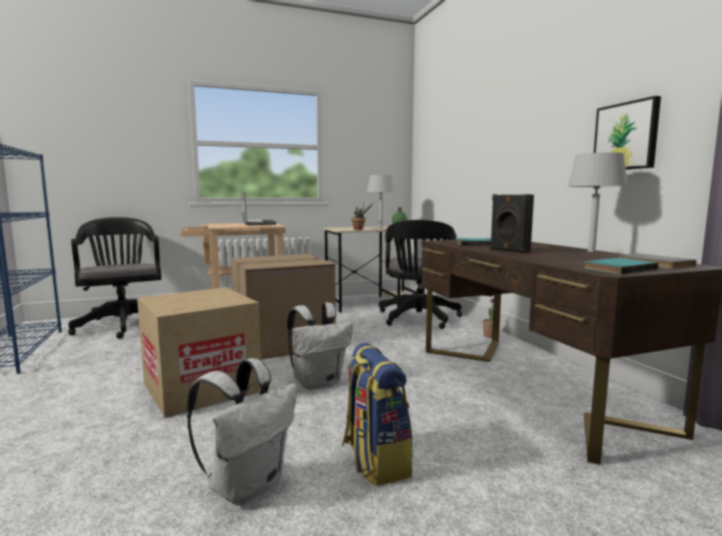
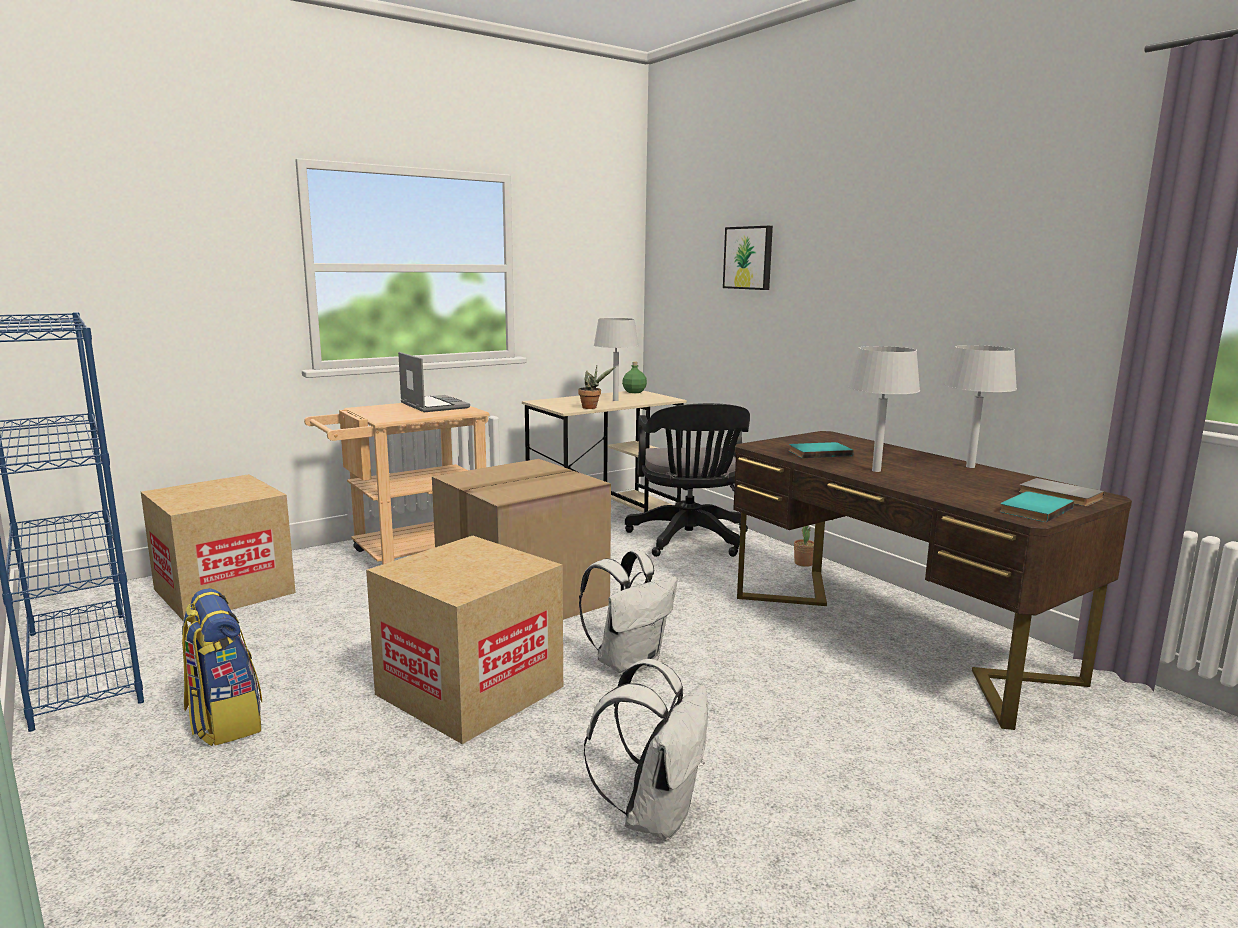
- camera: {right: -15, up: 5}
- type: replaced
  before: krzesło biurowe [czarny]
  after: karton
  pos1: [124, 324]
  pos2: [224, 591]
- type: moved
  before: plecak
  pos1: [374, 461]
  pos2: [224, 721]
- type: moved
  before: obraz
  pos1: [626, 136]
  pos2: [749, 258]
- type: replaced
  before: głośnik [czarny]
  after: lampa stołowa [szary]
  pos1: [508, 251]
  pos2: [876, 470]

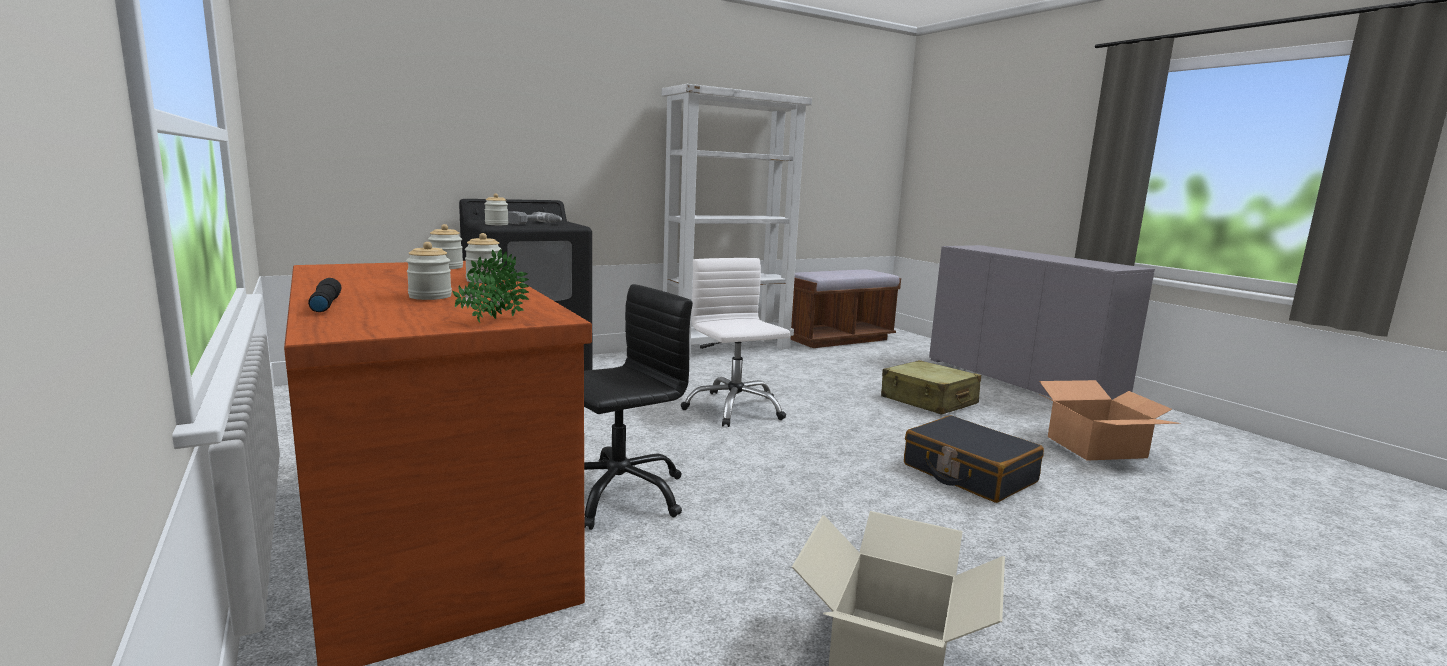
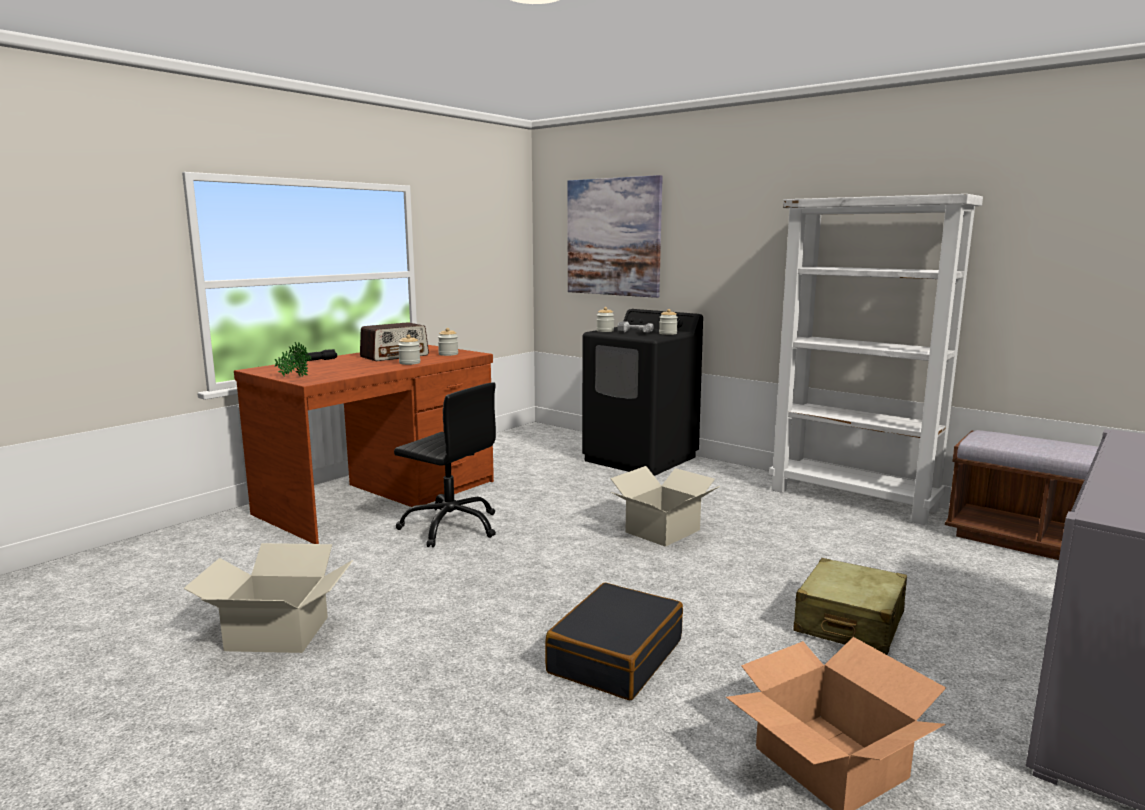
- camera: {right: 70, up: 0}
- type: added
  after: radio
  pos2: [395, 356]
- type: added
  after: obraz
  pos2: [613, 237]
- type: replaced
  before: krzesło biurowe [biały]
  after: karton
  pos1: [734, 409]
  pos2: [663, 531]
- type: moved
  before: słoik
  pos1: [430, 296]
  pos2: [668, 333]

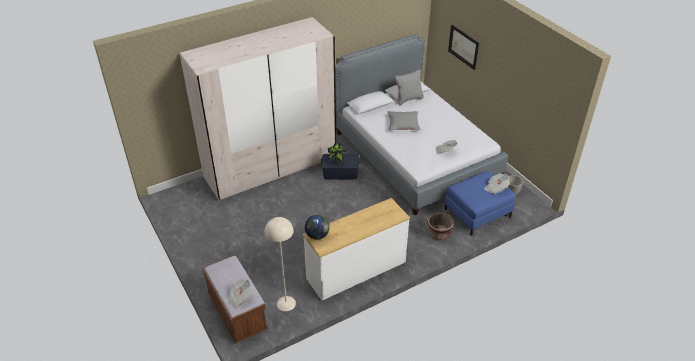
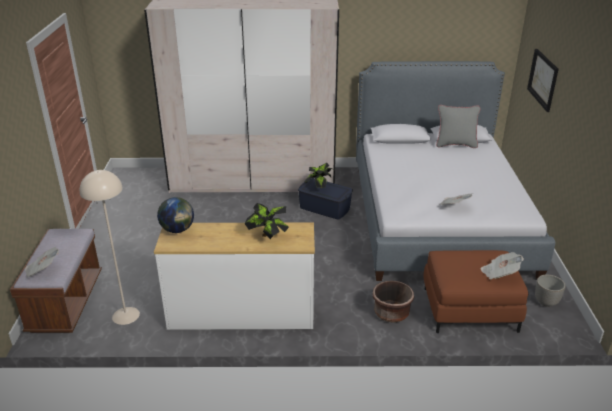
- camera: {right: 30, up: -10}
- type: added
  after: roślina doniczkowa
  pos2: [268, 237]
- type: recoloured
  before: pufa [niebieski]
  after: pufa [brązowy]
  pos1: [477, 213]
  pos2: [469, 309]
- type: removed
  before: poduszka [szary]
  pos1: [403, 123]

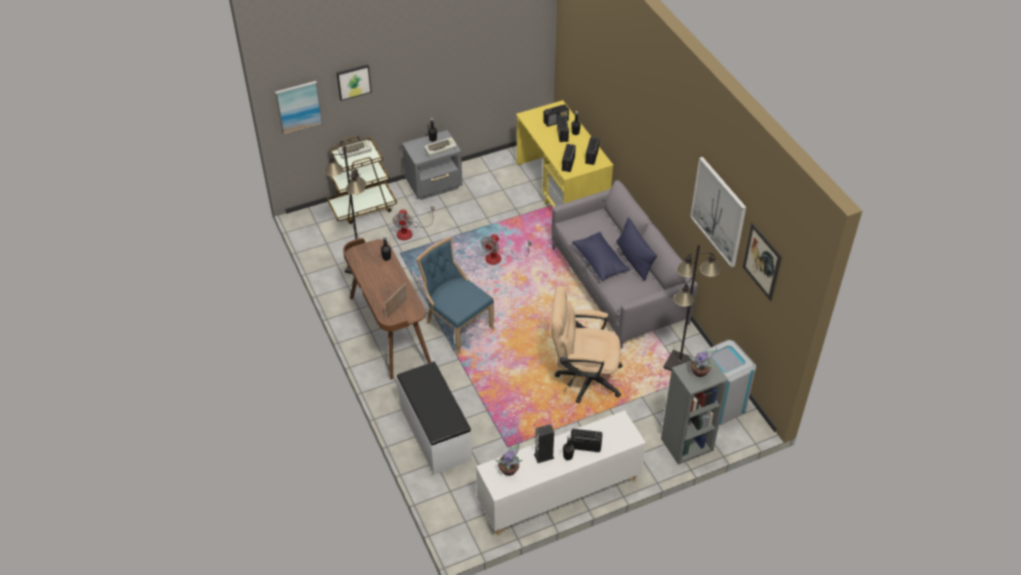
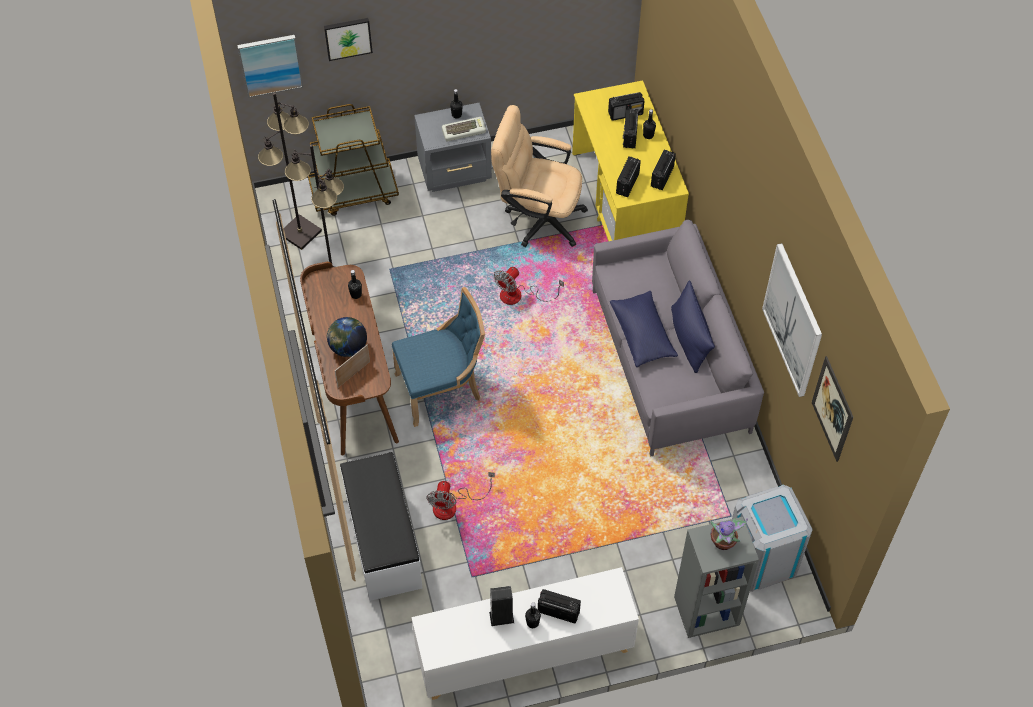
- camera: {right: 10, up: 10}
- type: moved
  before: lampa stojąca [czarny]
  pos1: [679, 364]
  pos2: [300, 233]
- type: added
  after: globus
  pos2: [348, 348]
- type: turned
  before: krzesło [niebieski]
  pos1: [456, 325]
  pos2: [442, 389]
  turn: 105
- type: moved
  before: wentylator
  pos1: [409, 232]
  pos2: [452, 505]
- type: moved
  before: krzesło biurowe [beżowy]
  pos1: [583, 378]
  pos2: [538, 218]
- type: removed
  before: klawiatura
  pos1: [355, 151]
- type: removed
  before: roślina doniczkowa
  pos1: [509, 470]

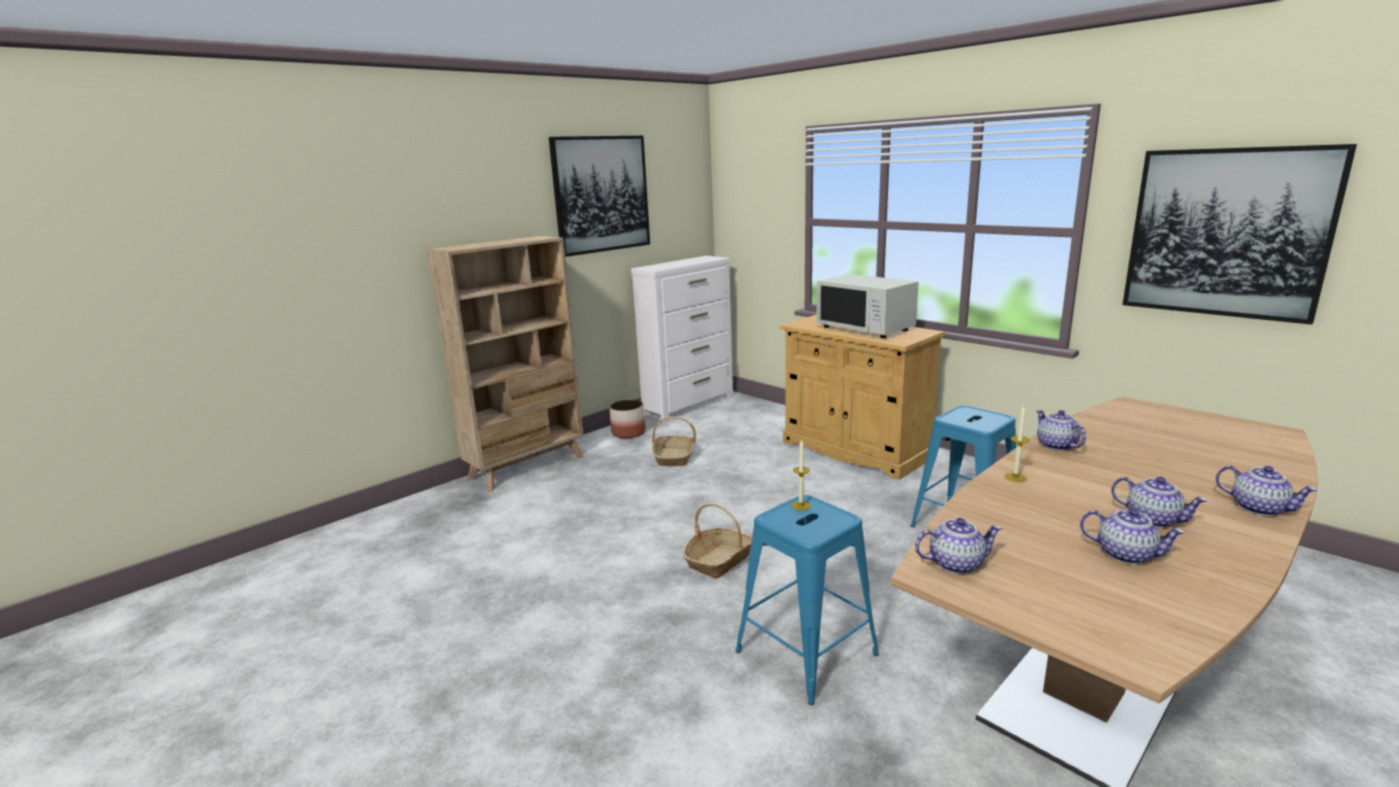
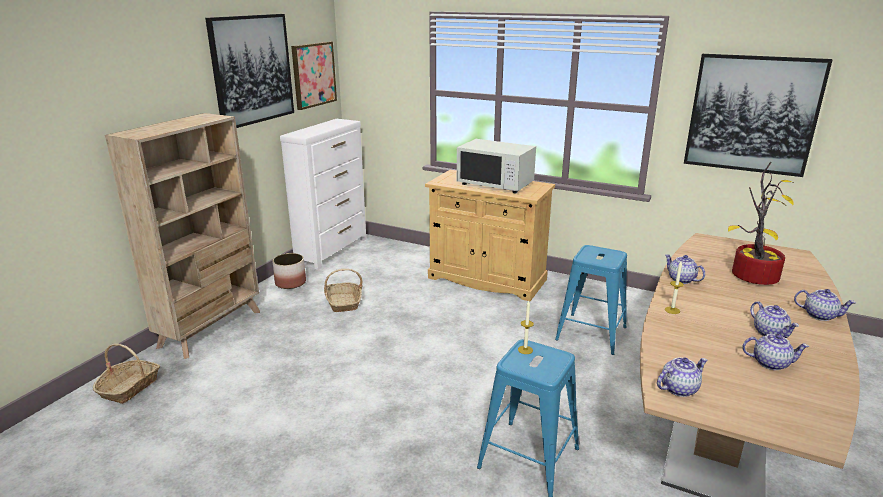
- camera: {right: -20, up: 5}
- type: moved
  before: koszyk
  pos1: [719, 560]
  pos2: [130, 387]
- type: added
  after: obraz
  pos2: [313, 74]
- type: added
  after: roślina doniczkowa
  pos2: [752, 275]
- type: turned
  before: imbryk
  pos1: [1153, 519]
  pos2: [770, 333]
  turn: 45

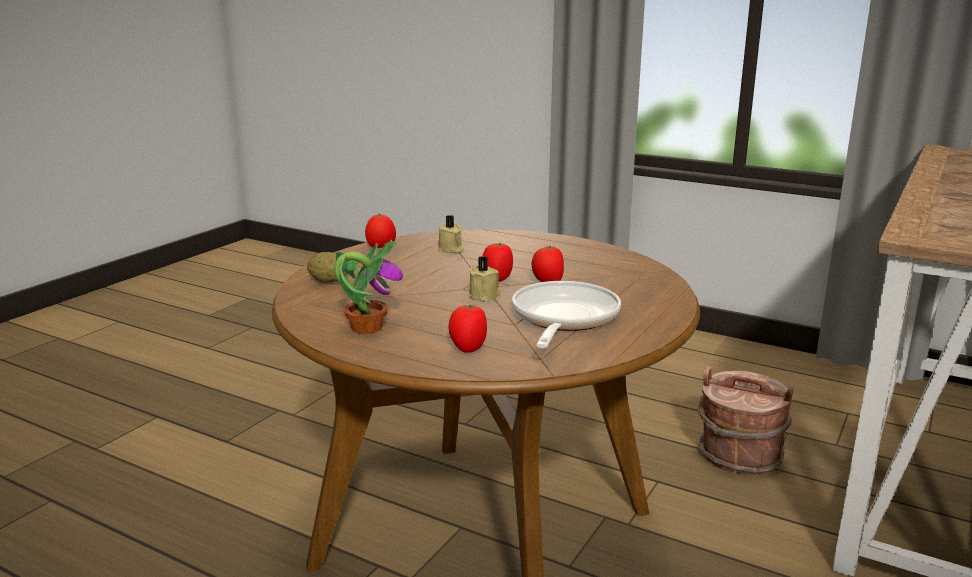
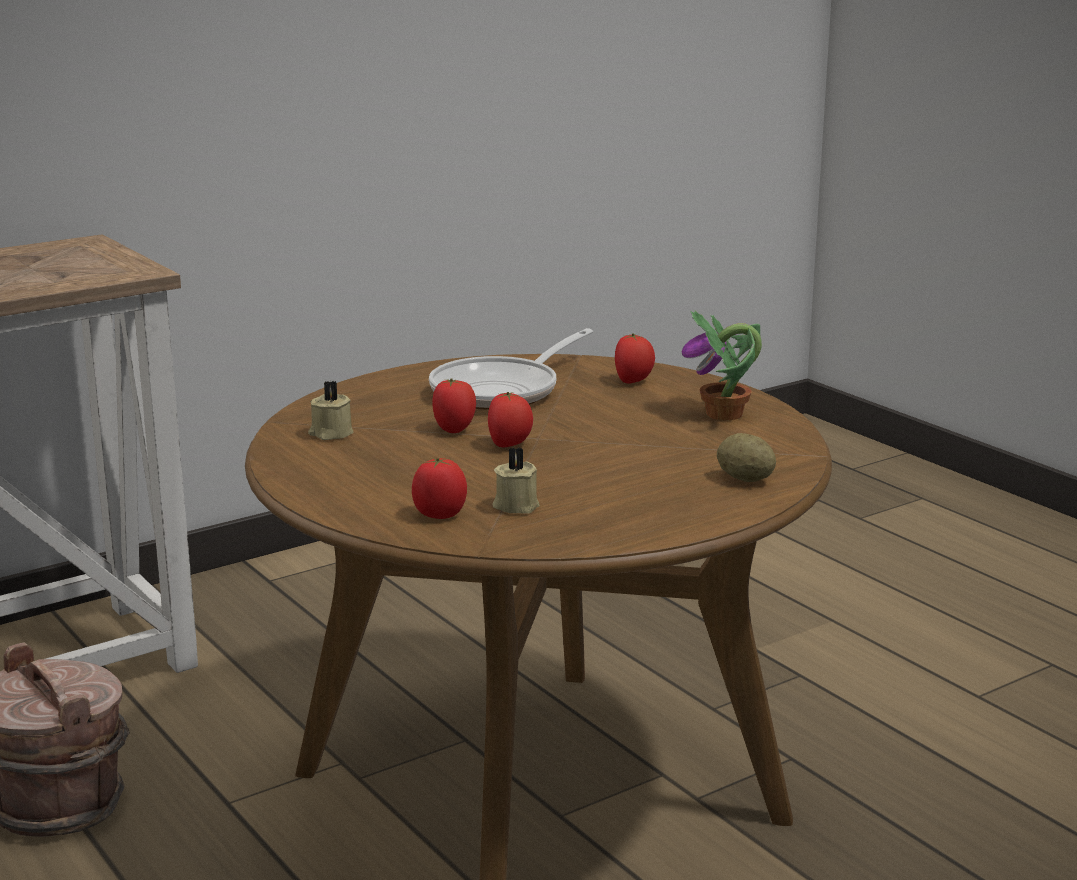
- camera: {right: -155, up: 0}
- type: moved
  before: świeca [beżowy]
  pos1: [484, 296]
  pos2: [330, 433]
- type: moved
  before: pomidor
  pos1: [381, 247]
  pos2: [439, 515]

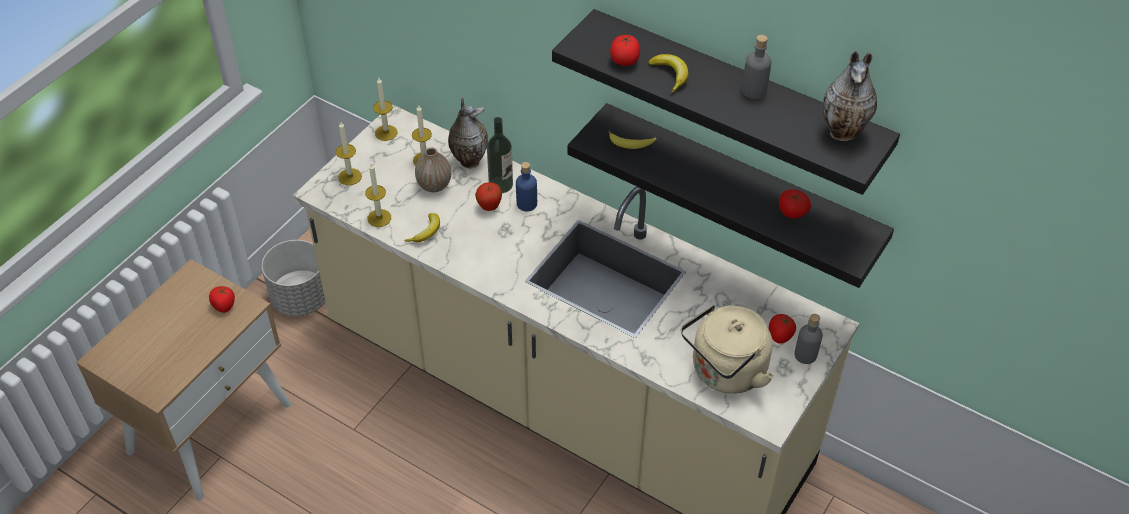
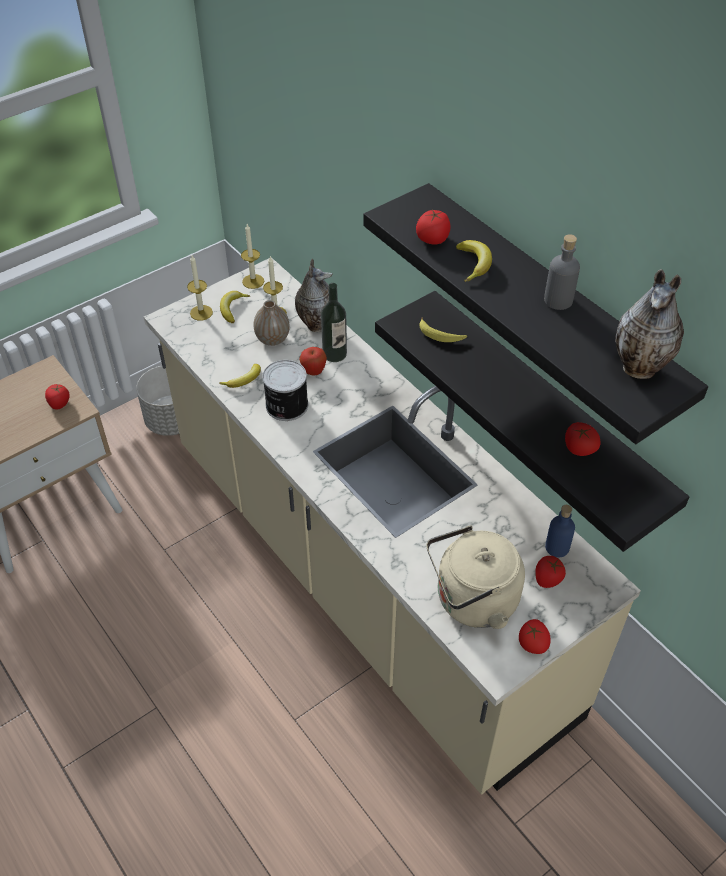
- camera: {right: 20, up: 0}
- type: added
  after: banan
  pos2: [232, 308]
- type: added
  after: puszka
  pos2: [285, 405]
- type: added
  after: pomidor
  pos2: [532, 643]
- type: moved
  before: butelka [niebieski]
  pos1: [526, 204]
  pos2: [557, 547]
- type: removed
  before: świeca
  pos1: [379, 218]
- type: removed
  before: butelka [szary]
  pos1: [805, 355]

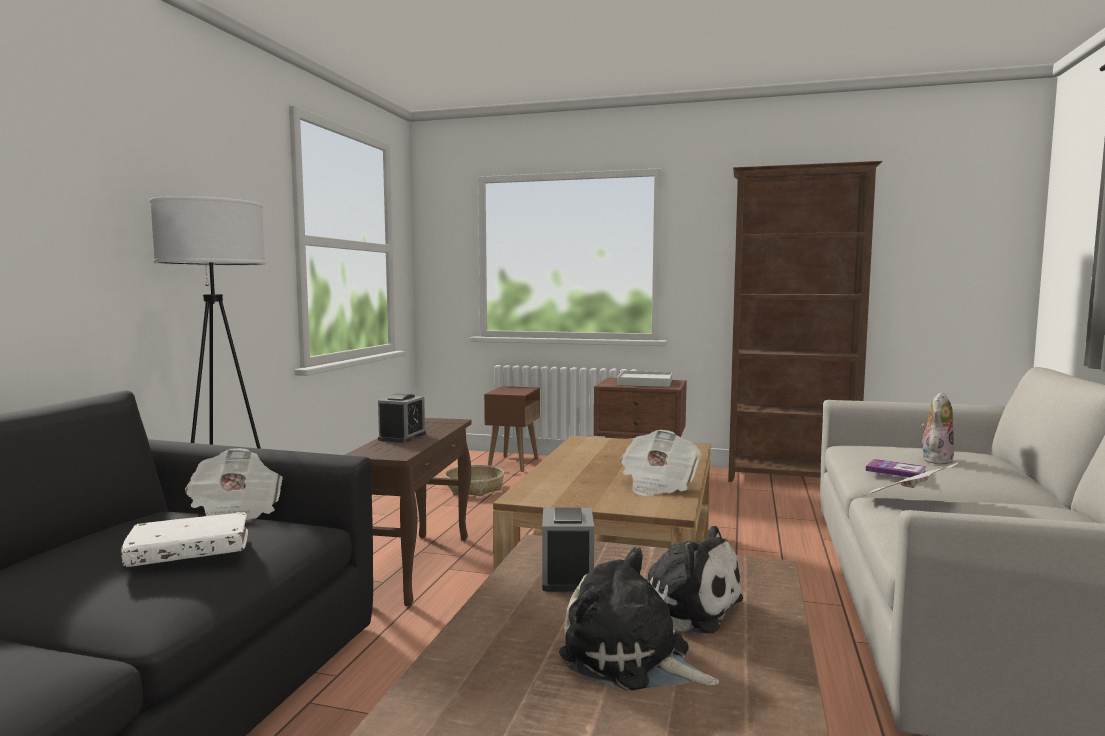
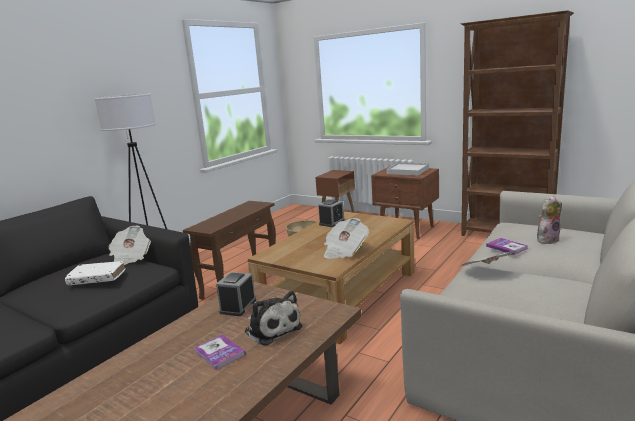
- camera: {right: 20, up: 10}
- type: replaced
  before: pluszak
  after: książka
  pos1: [631, 658]
  pos2: [219, 353]
- type: moved
  before: budzik
  pos1: [402, 437]
  pos2: [331, 222]

